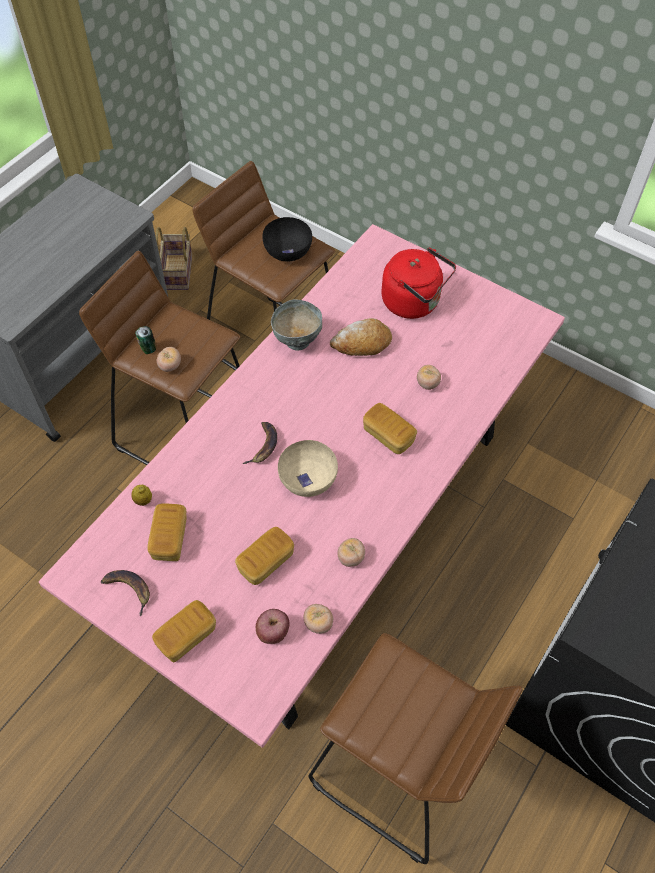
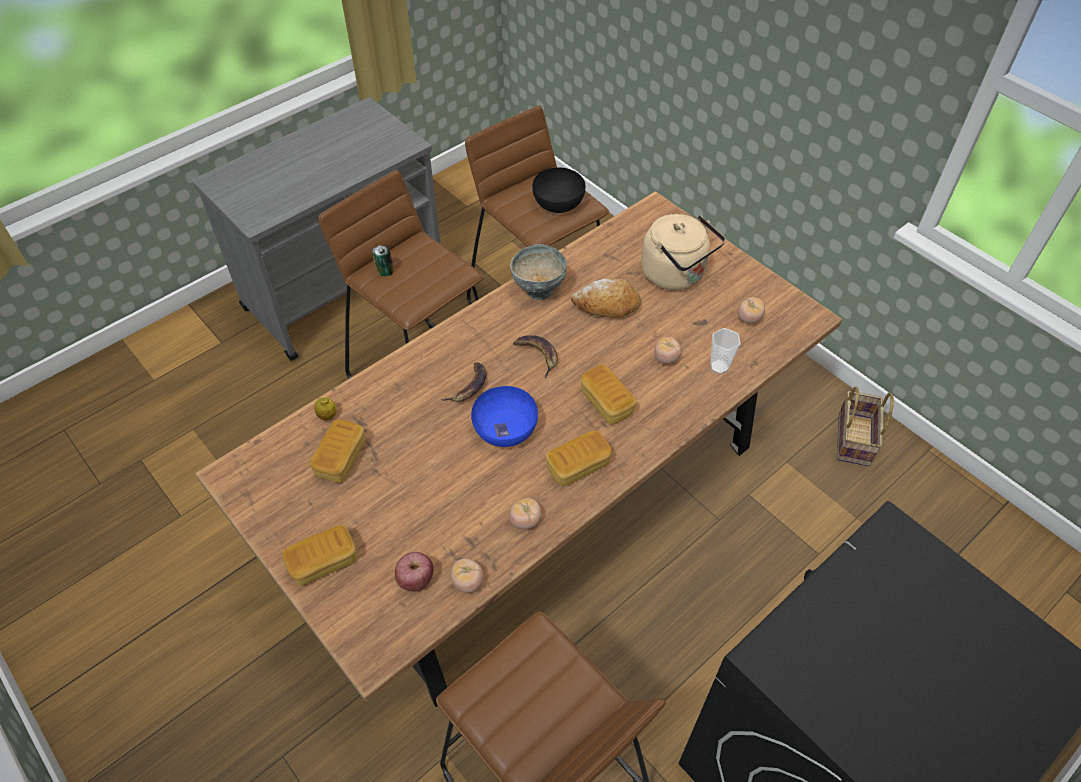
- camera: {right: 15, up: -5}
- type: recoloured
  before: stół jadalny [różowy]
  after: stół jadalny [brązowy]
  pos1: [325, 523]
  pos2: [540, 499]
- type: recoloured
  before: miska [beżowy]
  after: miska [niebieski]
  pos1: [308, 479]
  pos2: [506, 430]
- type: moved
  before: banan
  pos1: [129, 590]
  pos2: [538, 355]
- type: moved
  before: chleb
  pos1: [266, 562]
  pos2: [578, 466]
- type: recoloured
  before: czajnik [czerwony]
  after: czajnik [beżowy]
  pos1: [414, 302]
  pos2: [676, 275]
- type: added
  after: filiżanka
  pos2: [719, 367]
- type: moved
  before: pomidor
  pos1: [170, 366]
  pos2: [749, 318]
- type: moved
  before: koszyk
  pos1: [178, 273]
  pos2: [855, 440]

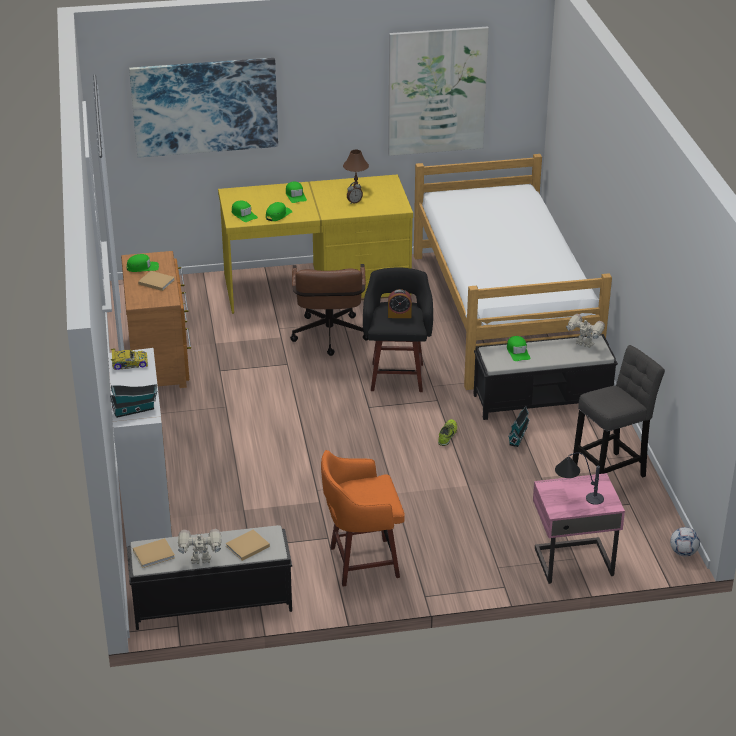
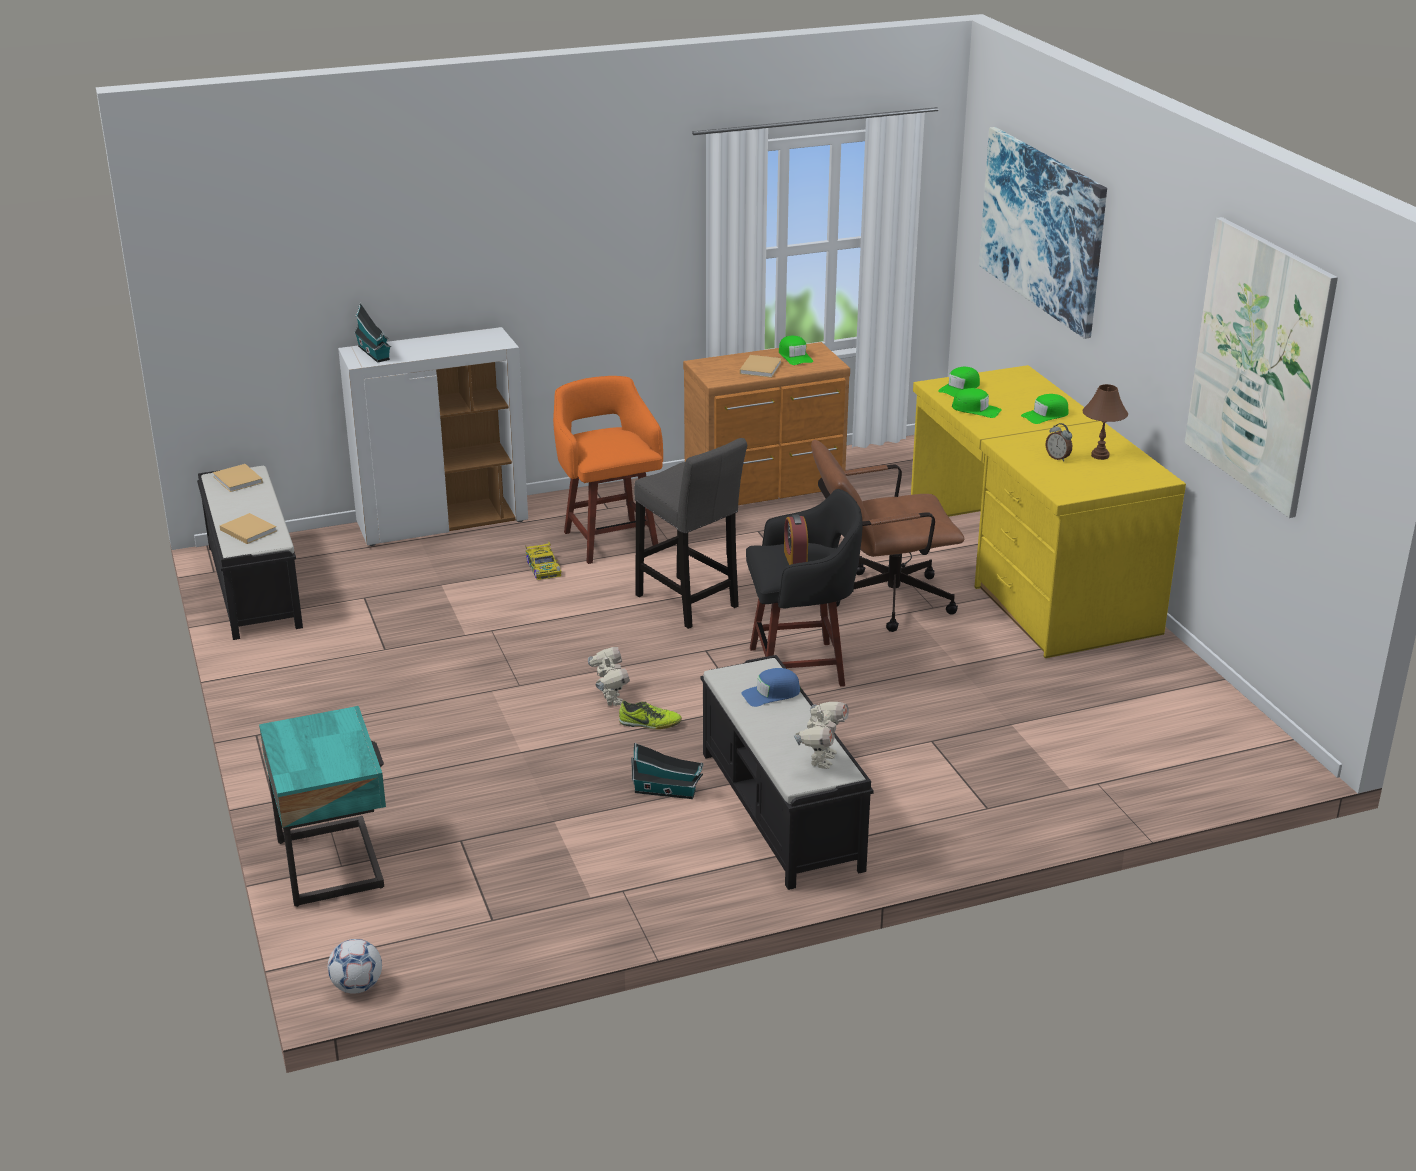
- camera: {right: 80, up: -5}
- type: recoloured
  before: szafka nocna [różowy]
  after: szafka nocna [turkusowy]
  pos1: [572, 561]
  pos2: [334, 863]
- type: moved
  before: samochodzik
  pos1: [129, 363]
  pos2: [543, 568]
- type: moved
  before: stołek [pomarańczowy]
  pos1: [361, 563]
  pos2: [609, 539]
- type: moved
  before: robot zabawkowy
  pos1: [201, 561]
  pos2: [610, 699]
- type: moved
  before: stołek [szary]
  pos1: [611, 472]
  pos2: [689, 604]
- type: recoloured
  before: czapka z daszkiem [zielony]
  after: czapka z daszkiem [niebieski]
  pos1: [518, 352]
  pos2: [771, 694]
- type: removed
  before: łóżko
  pos1: [502, 312]
- type: removed
  before: lampa stołowa
  pos1: [576, 496]

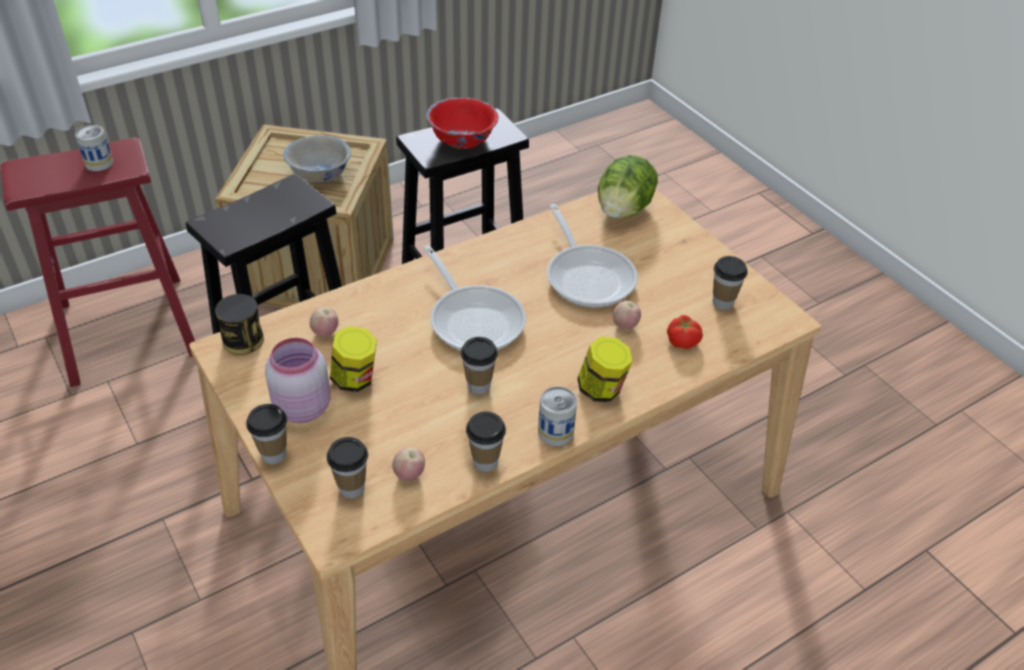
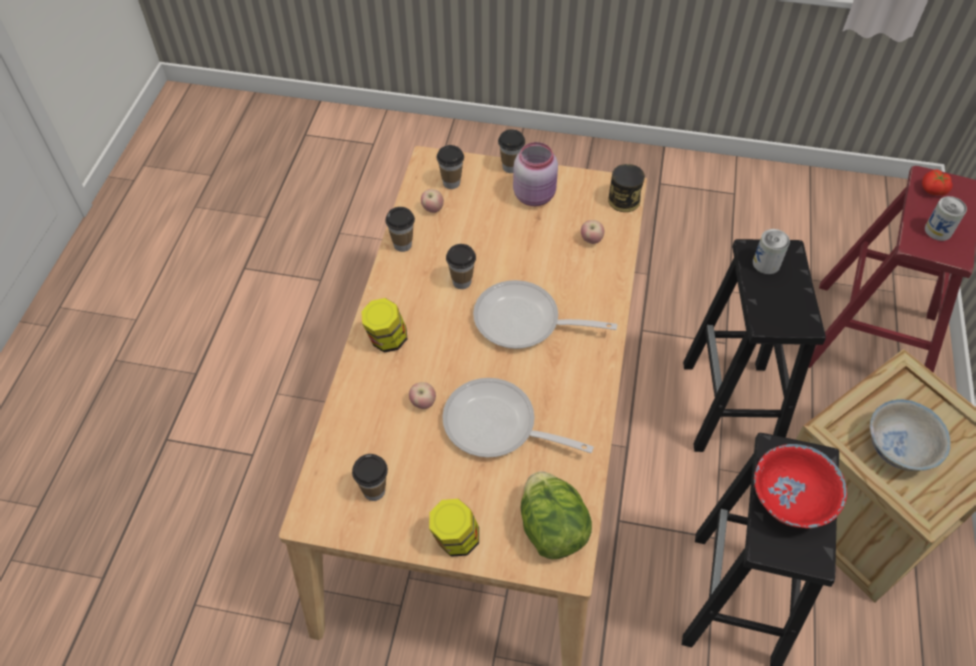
- camera: {right: 135, up: 10}
- type: moved
  before: słoik
  pos1: [355, 379]
  pos2: [455, 539]
- type: moved
  before: puszka
  pos1: [555, 432]
  pos2: [766, 263]
- type: moved
  before: pomidor
  pos1: [683, 341]
  pos2: [933, 190]

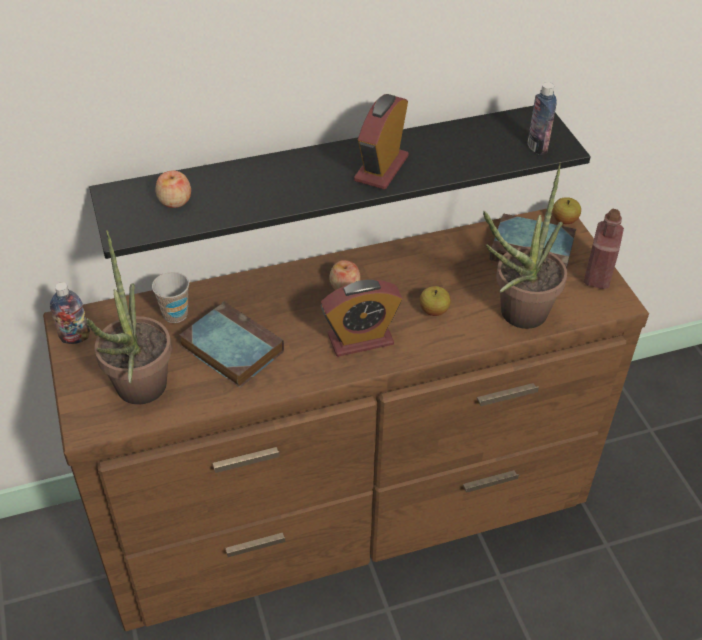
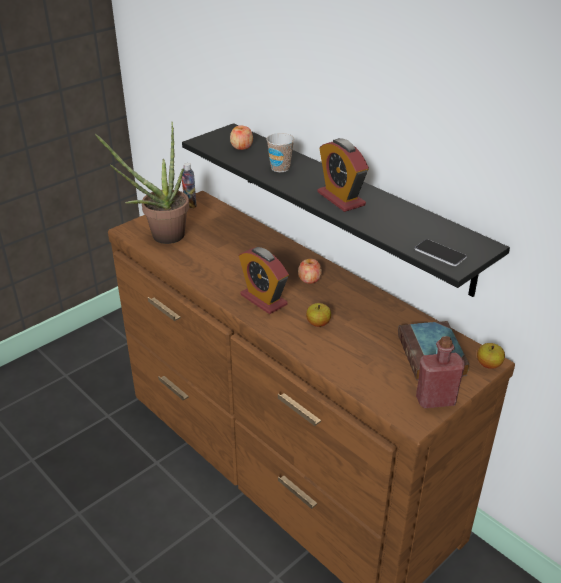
- camera: {right: 65, up: -10}
- type: moved
  before: filiżanka
  pos1: [175, 314]
  pos2: [280, 168]
- type: turned
  before: budzik
  pos1: [381, 168]
  pos2: [341, 199]
  turn: -120
- type: replaced
  before: butelka
  after: telefon
  pos1: [537, 147]
  pos2: [440, 253]
- type: removed
  before: książka
  pos1: [230, 348]
- type: removed
  before: roślina doniczkowa
  pos1: [515, 317]

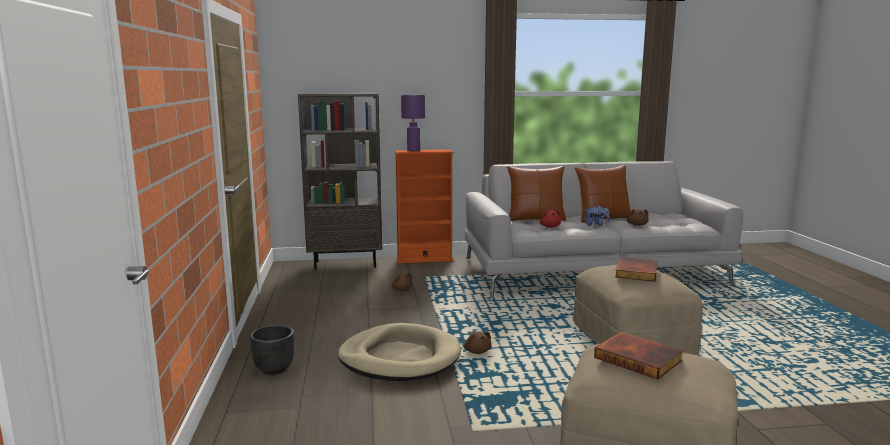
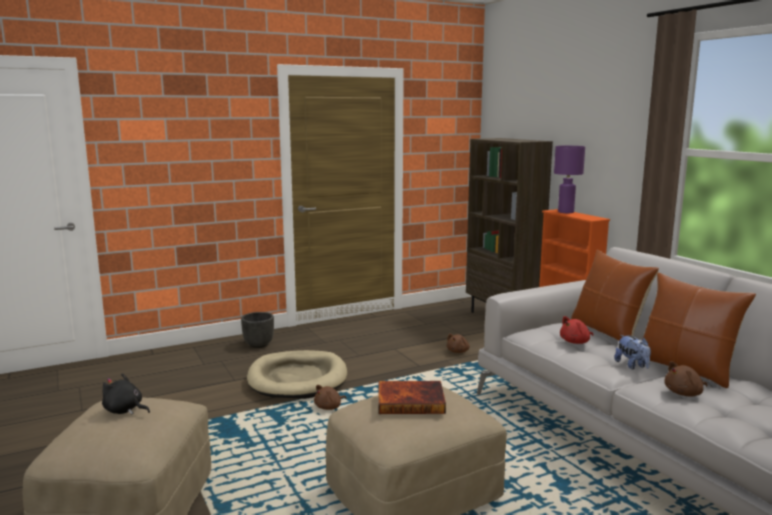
- camera: {right: 70, up: 0}
- type: replaced
  before: książka
  after: pluszak [czarny]
  pos1: [639, 358]
  pos2: [125, 410]

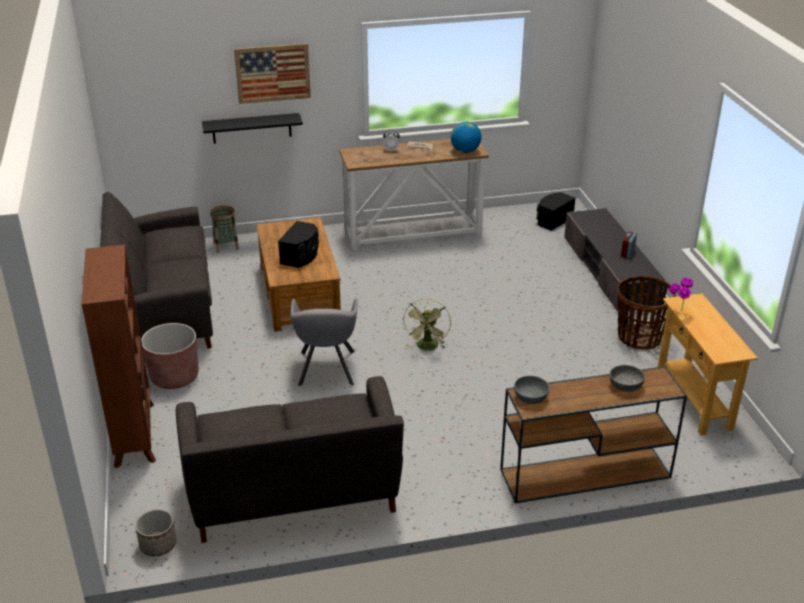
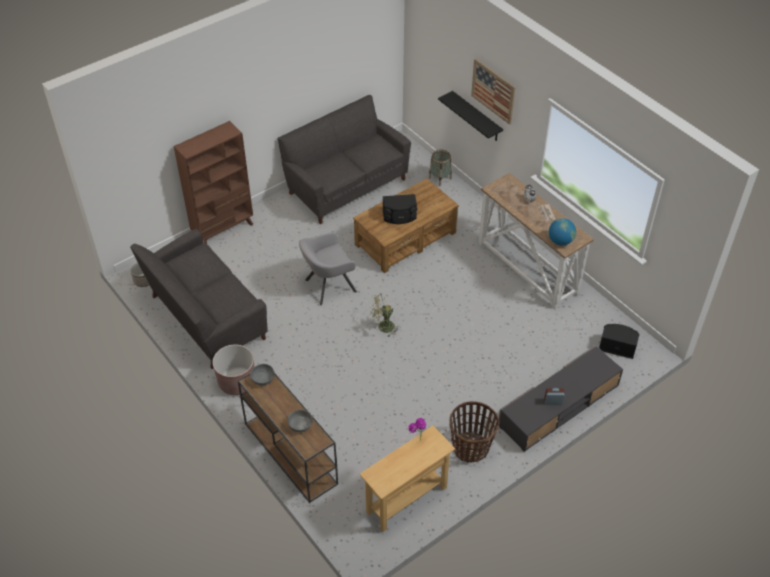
- camera: {right: 65, up: 15}
- type: moved
  before: donica [brązowy]
  pos1: [174, 377]
  pos2: [237, 382]

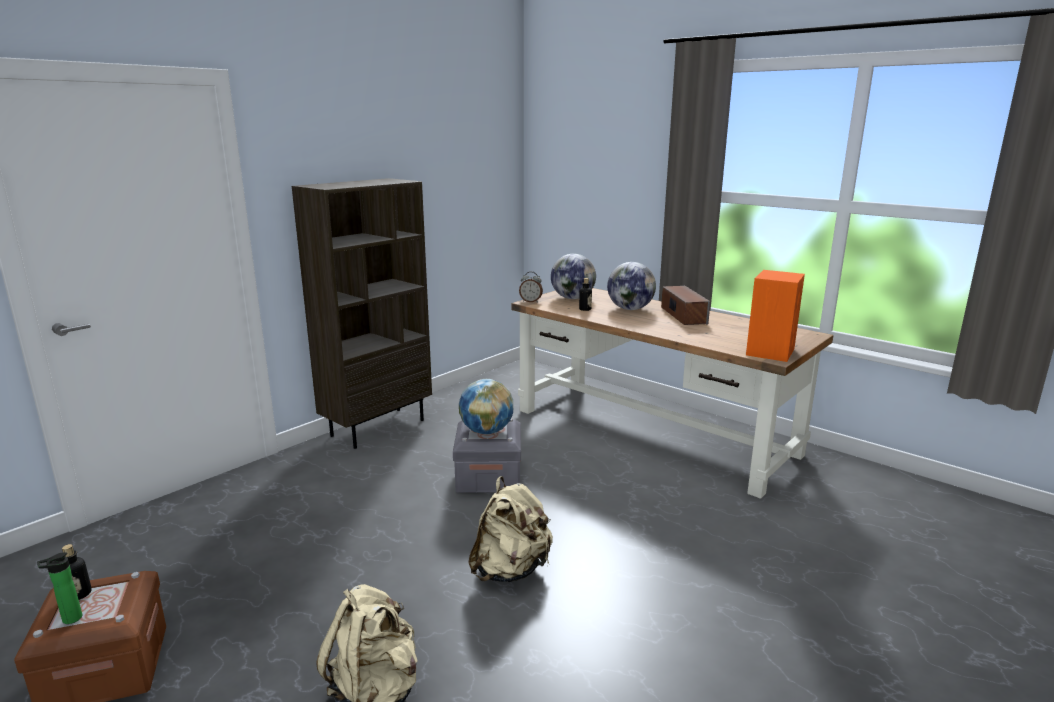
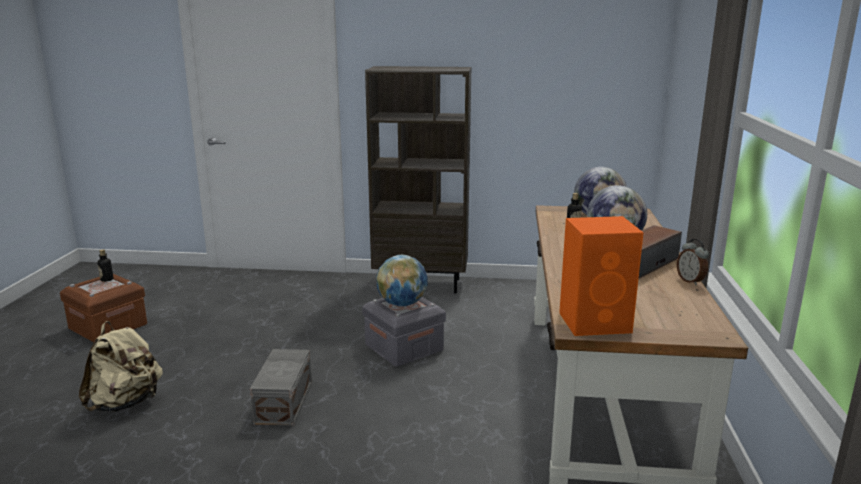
- camera: {right: 55, up: 0}
- type: replaced
  before: plecak [beżowy]
  after: pojemnik do przechowywania [szary]
  pos1: [510, 570]
  pos2: [285, 401]
- type: moved
  before: budzik
  pos1: [531, 301]
  pos2: [690, 281]
- type: removed
  before: butelka
  pos1: [69, 620]

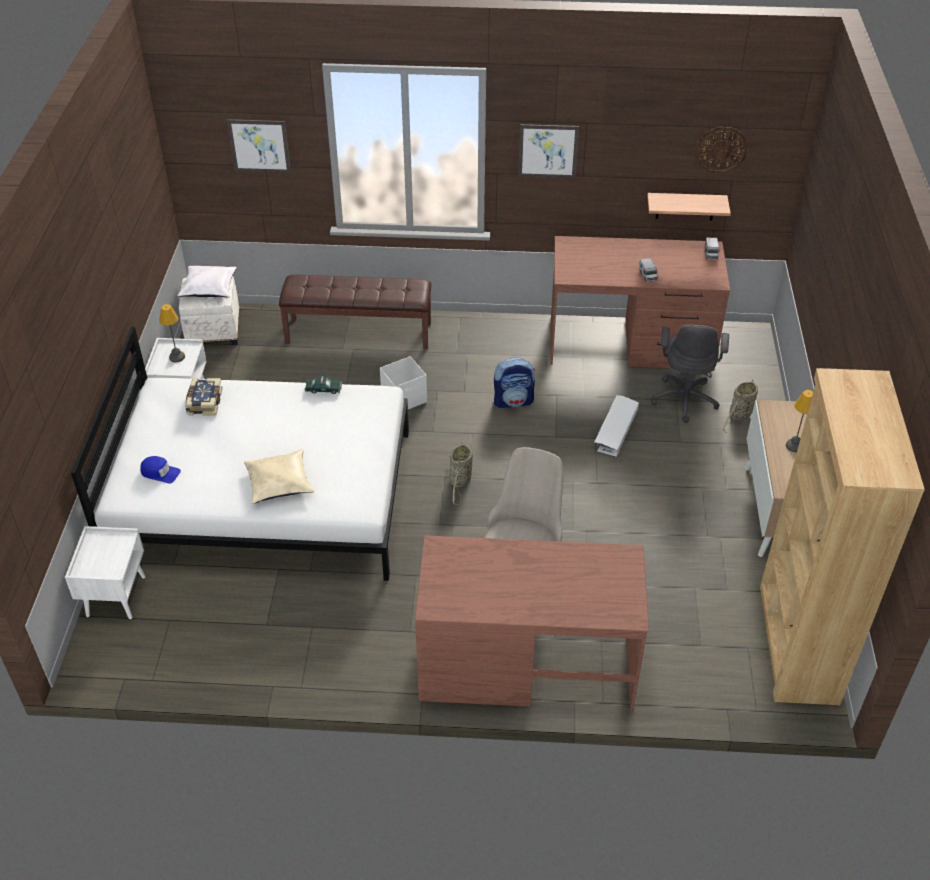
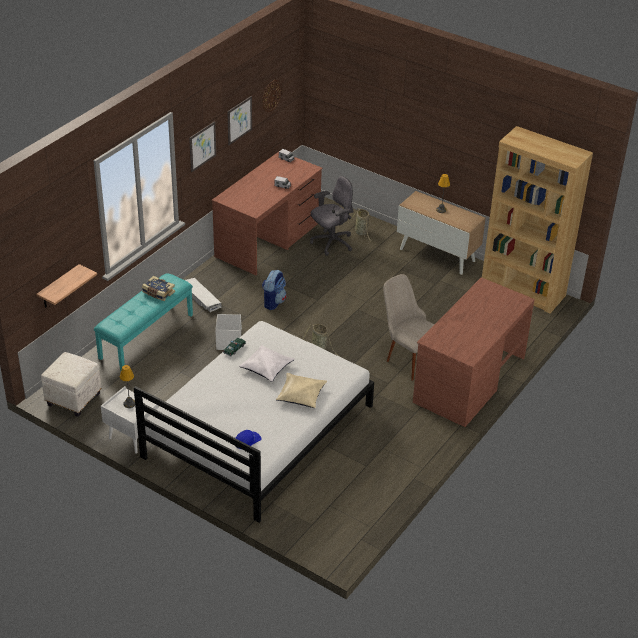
- camera: {right: -60, up: -5}
- type: moved
  before: półka
  pos1: [685, 206]
  pos2: [59, 287]
- type: recoloured
  before: ławka [brązowy]
  after: ławka [turkusowy]
  pos1: [359, 332]
  pos2: [146, 336]
- type: moved
  before: książka
  pos1: [204, 402]
  pos2: [158, 293]
- type: moved
  before: pojemnik do przechowywania [biały]
  pos1: [615, 429]
  pos2: [201, 298]
- type: moved
  before: obraz
  pos1: [259, 145]
  pos2: [239, 120]
- type: moved
  before: poduszka [biały]
  pos1: [209, 288]
  pos2: [267, 367]
- type: turned
  before: krzesło biurowe [szary]
  pos1: [685, 399]
  pos2: [331, 243]
  turn: -75
- type: removed
  before: szafka nocna [biały]
  pos1: [115, 595]

